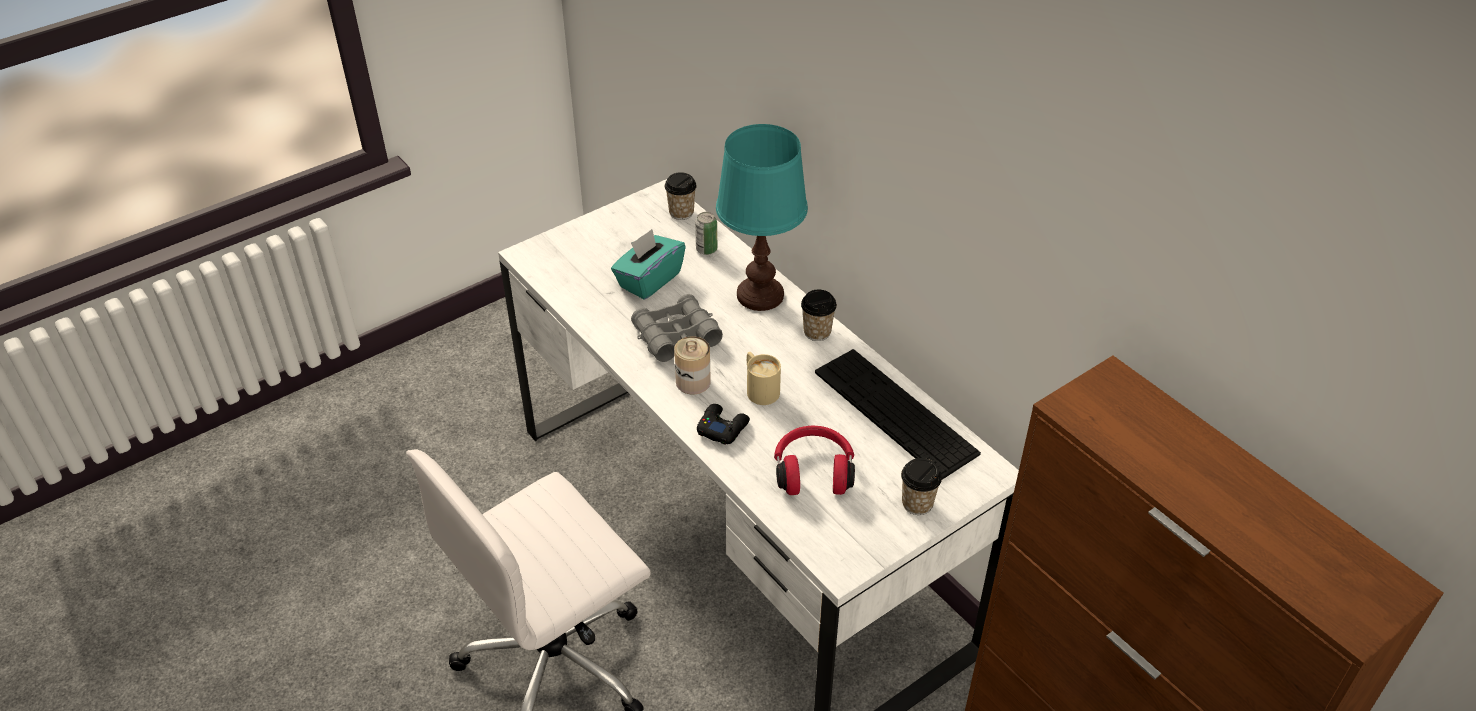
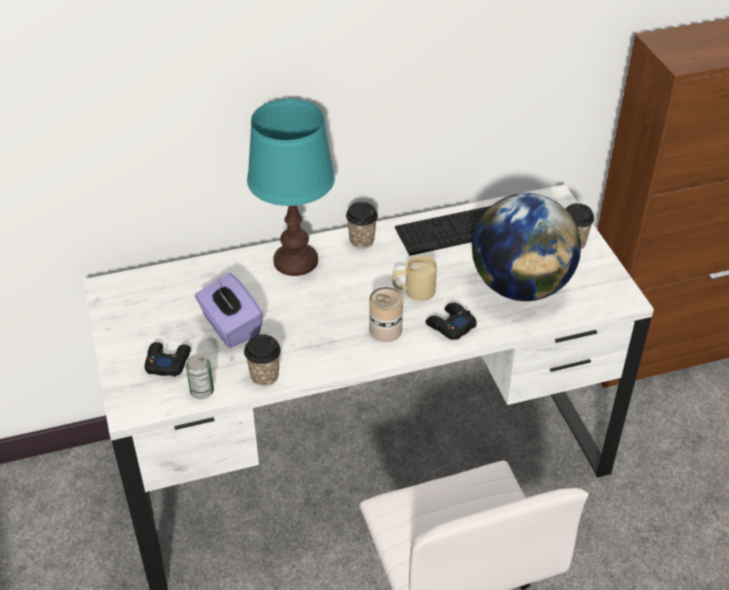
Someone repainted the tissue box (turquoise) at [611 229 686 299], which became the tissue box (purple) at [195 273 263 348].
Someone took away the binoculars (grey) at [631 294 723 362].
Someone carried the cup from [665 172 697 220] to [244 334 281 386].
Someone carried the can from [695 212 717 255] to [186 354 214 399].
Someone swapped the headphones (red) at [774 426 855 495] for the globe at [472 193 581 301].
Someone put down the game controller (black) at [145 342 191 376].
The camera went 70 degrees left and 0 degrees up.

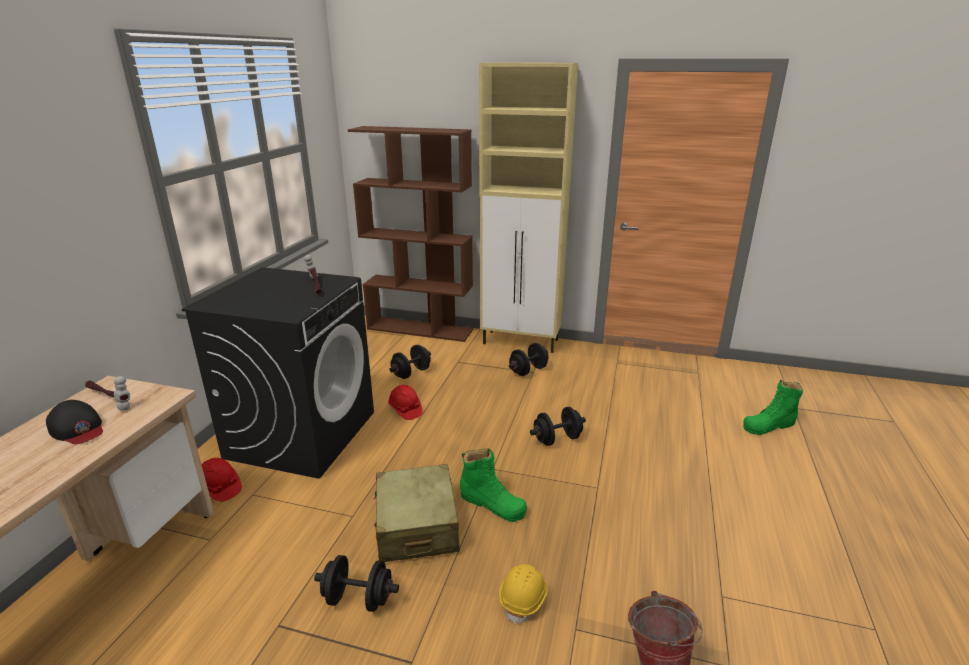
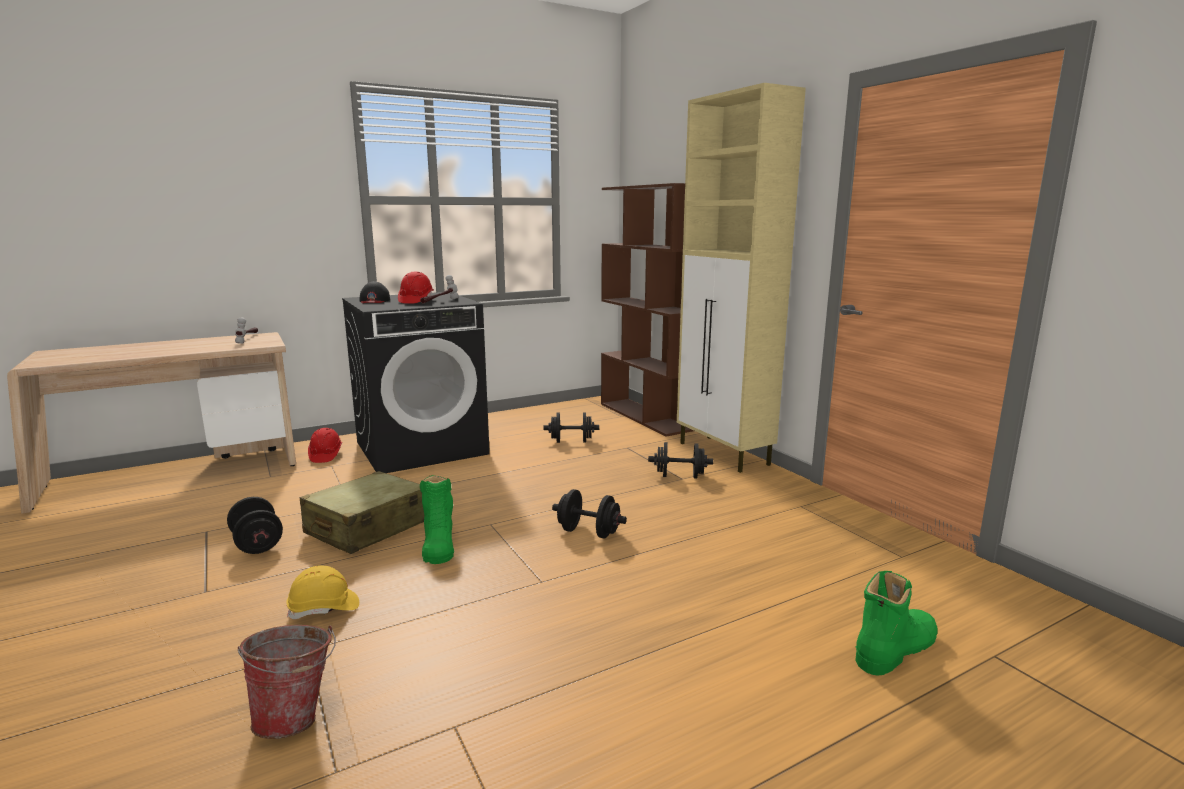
Someone carried the cap (black) from [46 400 103 444] to [359 281 390 303].
Someone carried the hard hat (red) from [388 385 423 420] to [398 271 434 303].
Someone rotated the boot (green) at [743 380 803 435] by 120 degrees clockwise.
The camera went 45 degrees right and 10 degrees down.

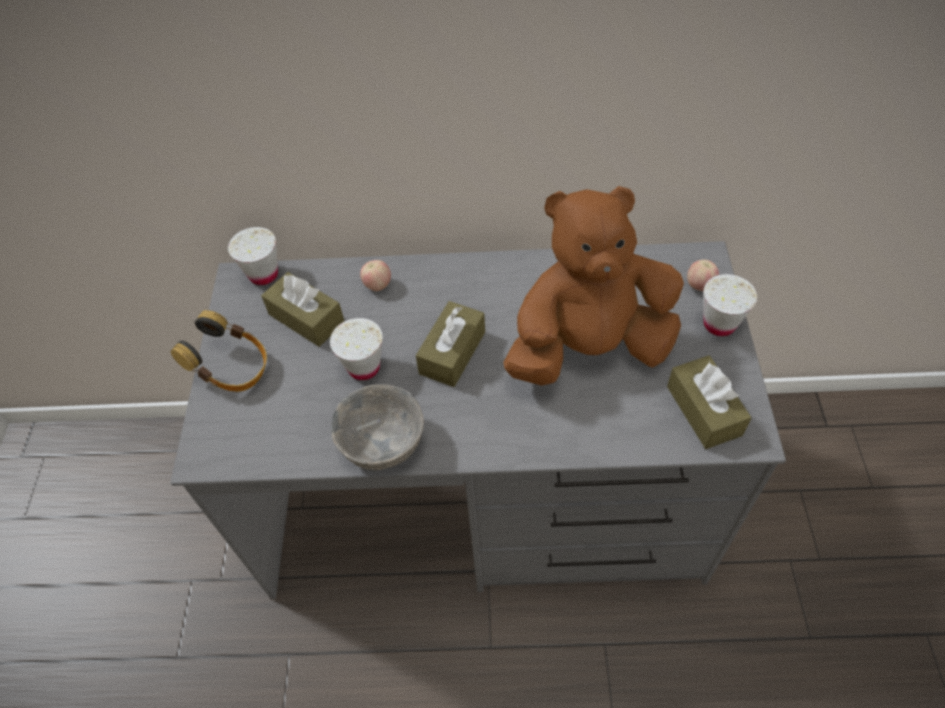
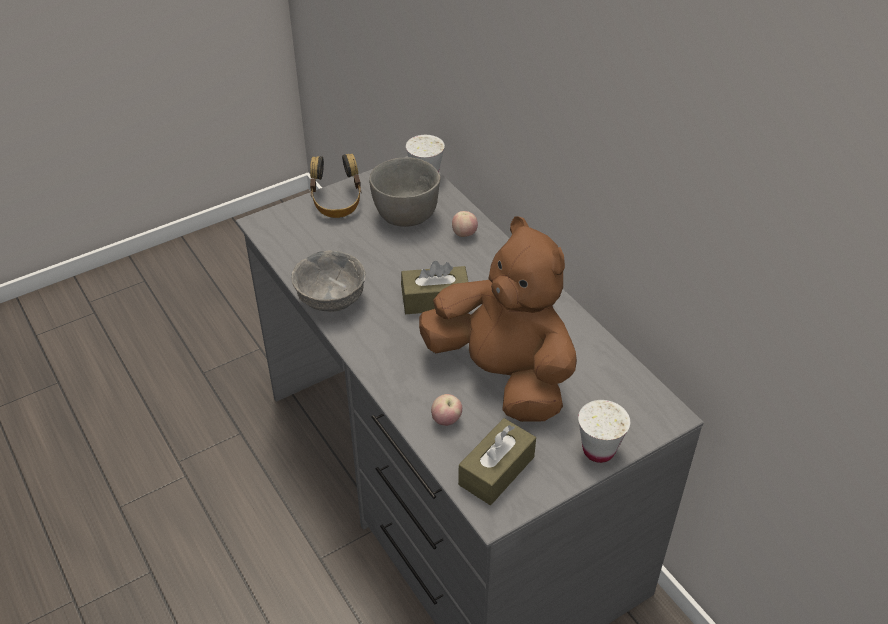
Someone swapped the tissue box (brown) at [261 272 344 347] for the bowl (grey) at [369 157 440 227].
Someone took away the cup (white) at [330 318 383 380].
Someone carried the apple from [687 260 719 291] to [431 394 462 426].
The camera went 55 degrees right and 10 degrees down.

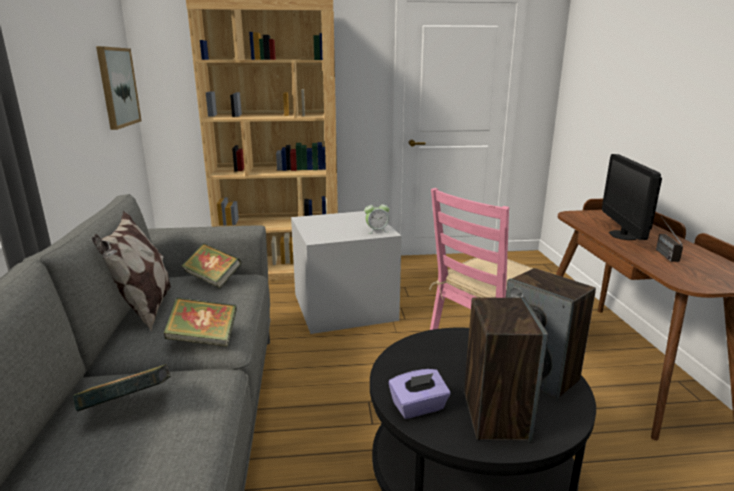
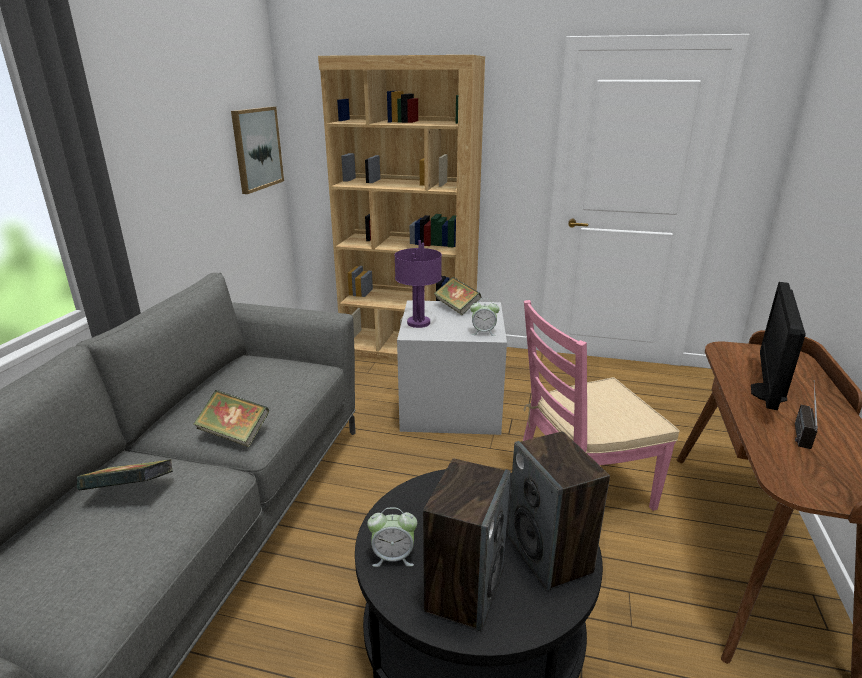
Someone took away the pillow at [92 211 171 332].
Someone carried the book from [181 243 241 288] to [434 277 481 315].
Someone swapped the tissue box (purple) at [389 369 450 419] for the alarm clock at [367 507 417 567].
Someone put down the table lamp (purple) at [394 240 442 328].
The camera went 20 degrees right and 5 degrees up.

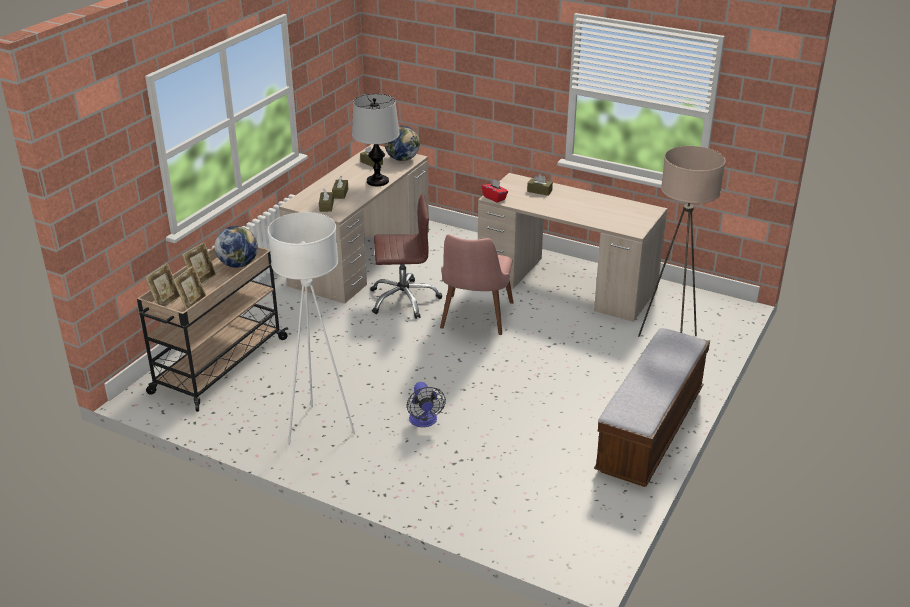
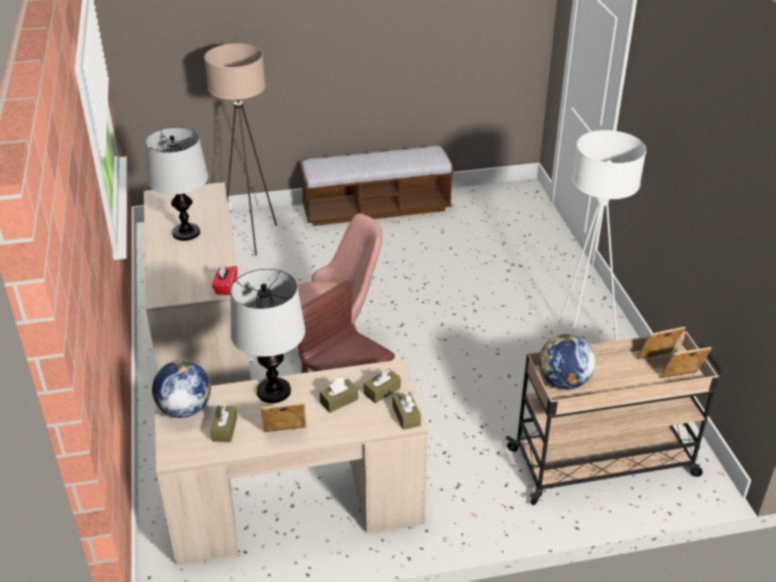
Someone carried the picture frame from [182 242 217 284] to [260 402 306 432].
Someone took away the fan at [407 382 446 427].
Someone carried the tissue box (brown) from [527 174 553 196] to [393 392 421 430].
Someone put down the table lamp at [145 127 208 241].
The camera went 130 degrees left and 5 degrees up.

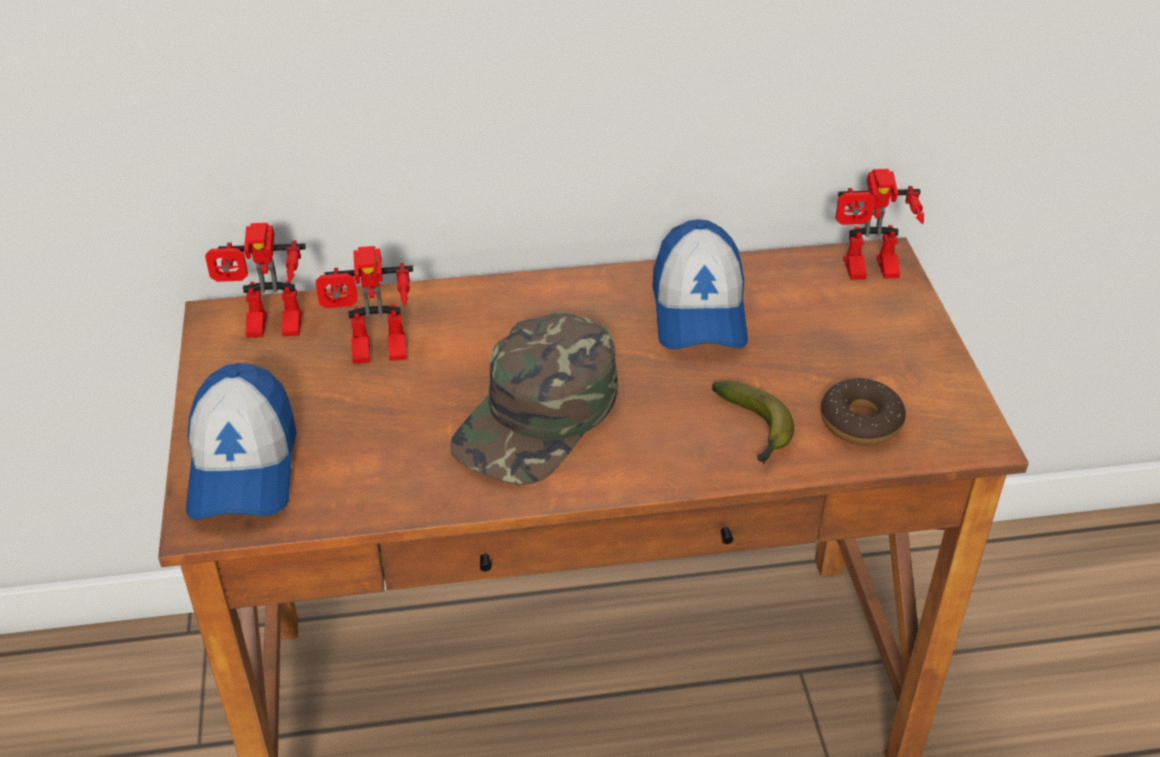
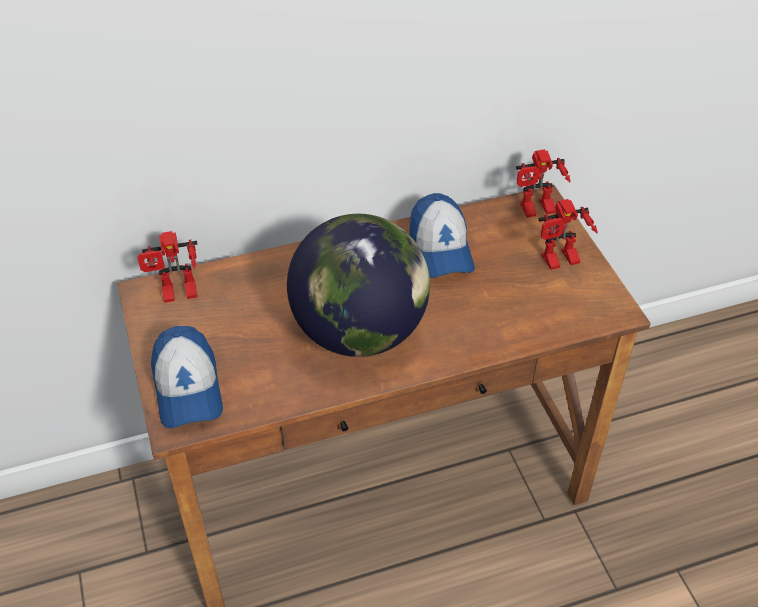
Someone carried the toy robot from [316 246 413 364] to [539 199 598 270].
Someone swapped the cap (green) at [450 312 618 485] for the globe at [287 214 430 357].
Someone took away the banana at [712 381 794 464].
Someone took away the donut at [821 378 906 446].
The camera went 10 degrees left and 5 degrees up.

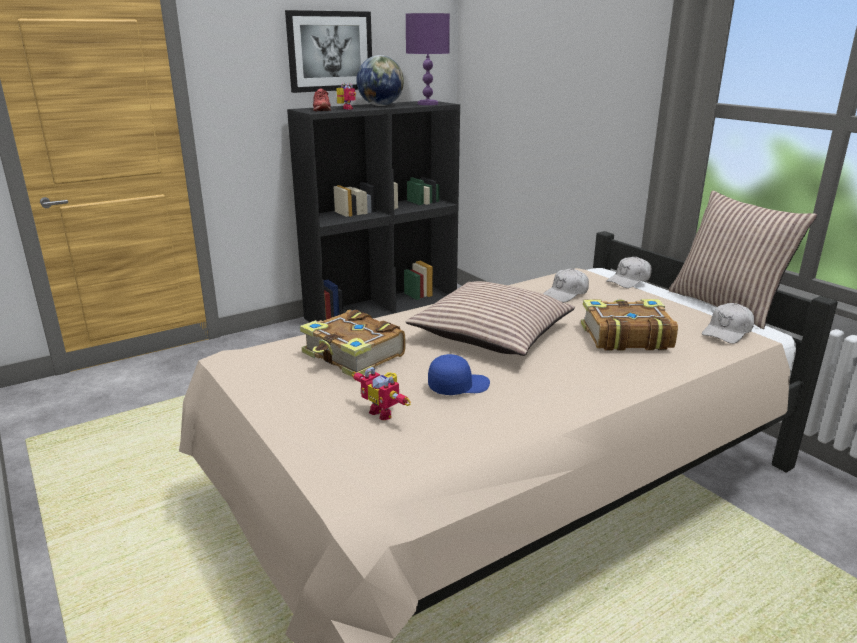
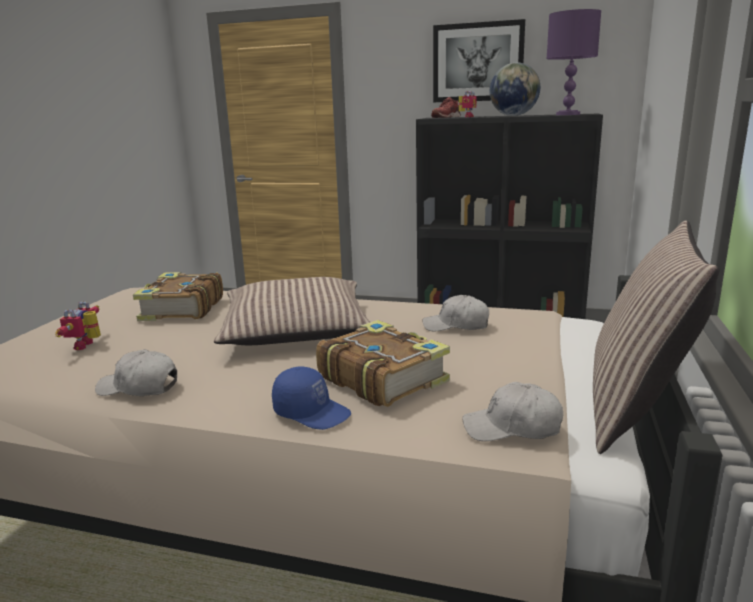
Someone carried the cap (blue) from [428 354 490 395] to [272 367 351 430].
Someone carried the cap (white) from [606 257 652 288] to [95 349 177 396].
The camera went 50 degrees right and 5 degrees down.

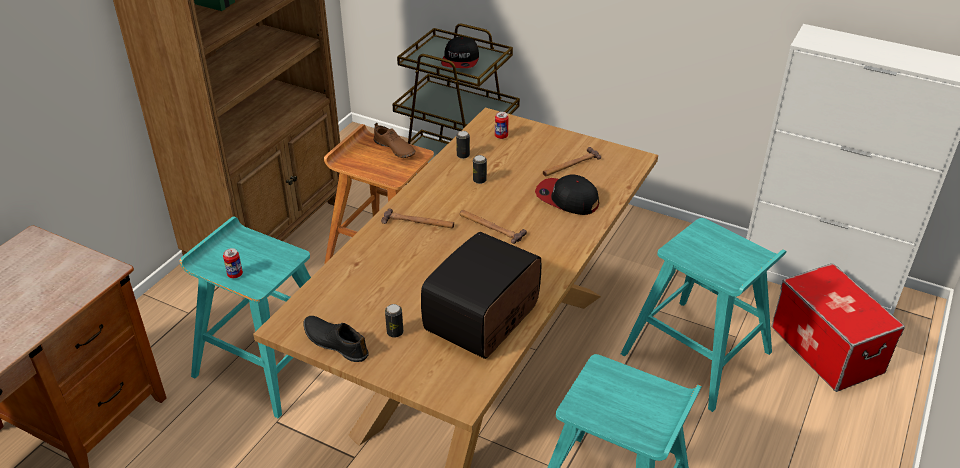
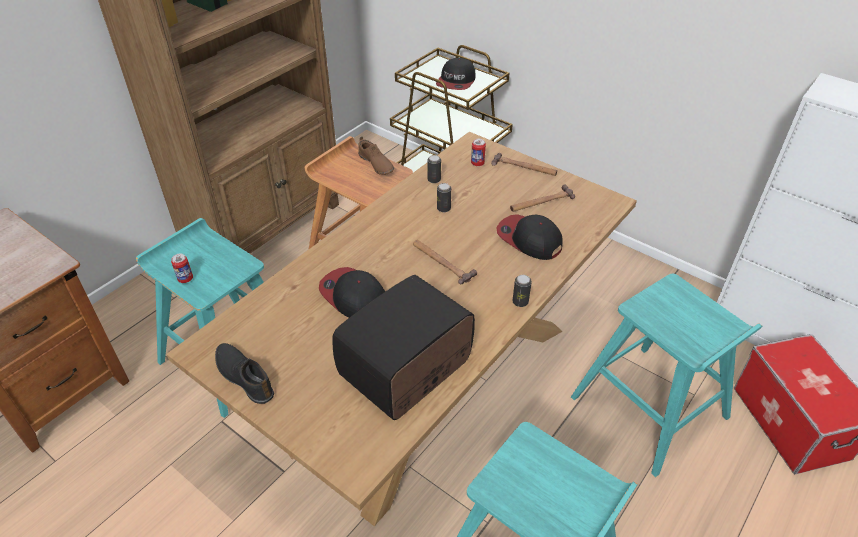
Someone carried the hammer from [381 208 454 229] to [491 153 557 176].
Someone carried the can from [385 304 403 338] to [512 275 532 307].
Someone put down the cap at [319 267 385 318].
The camera went 10 degrees right and 5 degrees up.

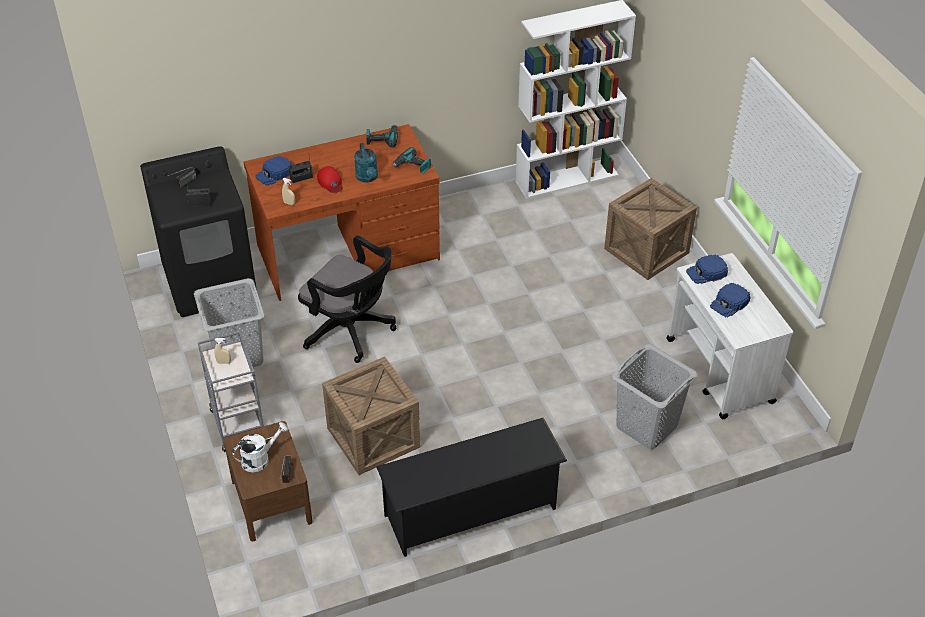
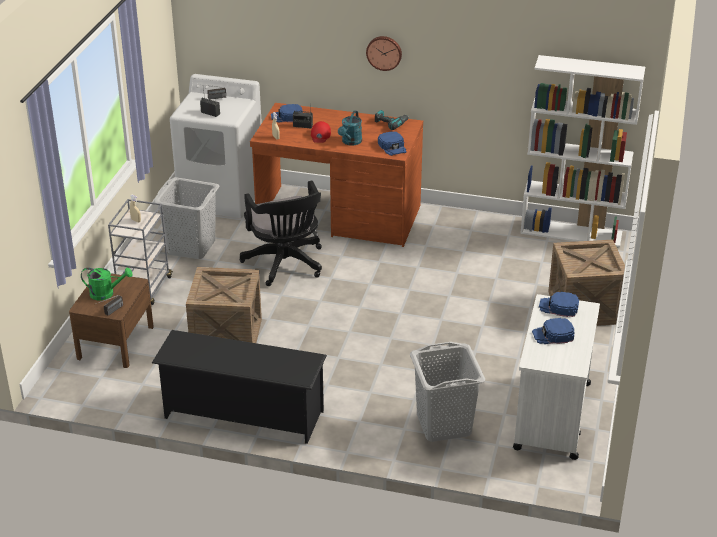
Someone repainted the washing machine (black) at [140 146 257 317], which became the washing machine (white) at [170 74 262 218].
Someone repainted the watering can (white) at [232 422 288 472], which became the watering can (green) at [81 268 132 300].
Someone swapped the power drill at [392 147 431 174] for the cap (blue) at [378 132 407 156].
Someone put up the wall clock at [366 36 402 71].
The camera went 35 degrees right and 10 degrees down.

